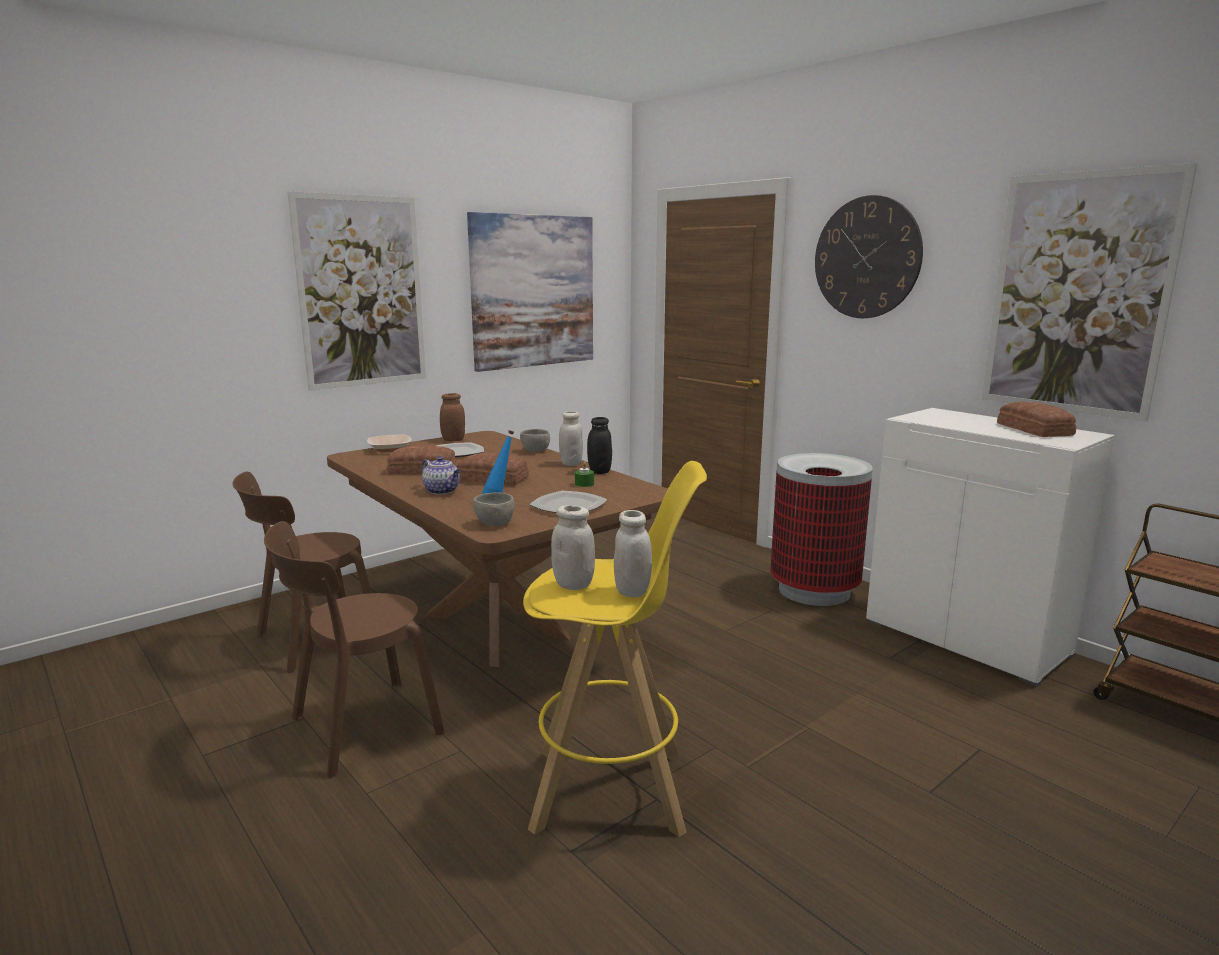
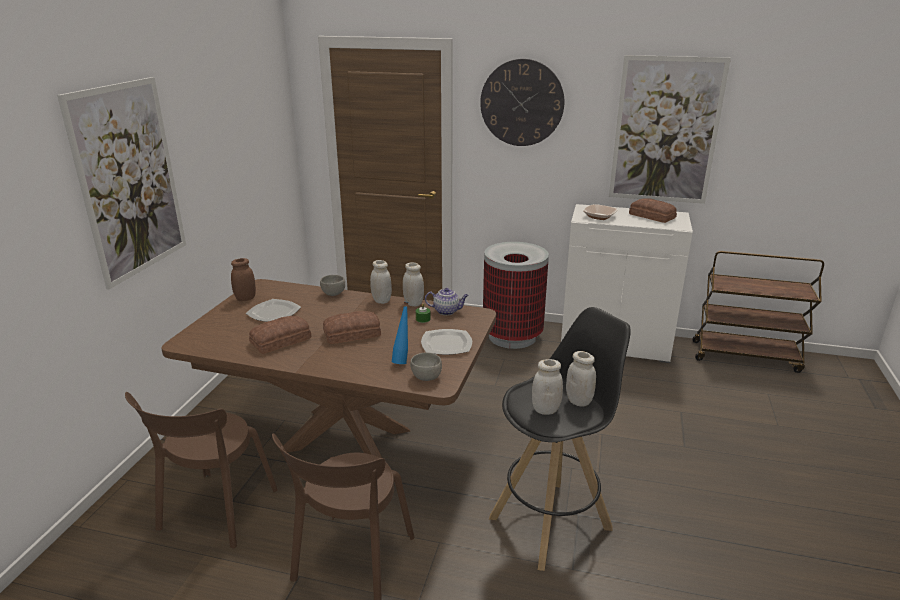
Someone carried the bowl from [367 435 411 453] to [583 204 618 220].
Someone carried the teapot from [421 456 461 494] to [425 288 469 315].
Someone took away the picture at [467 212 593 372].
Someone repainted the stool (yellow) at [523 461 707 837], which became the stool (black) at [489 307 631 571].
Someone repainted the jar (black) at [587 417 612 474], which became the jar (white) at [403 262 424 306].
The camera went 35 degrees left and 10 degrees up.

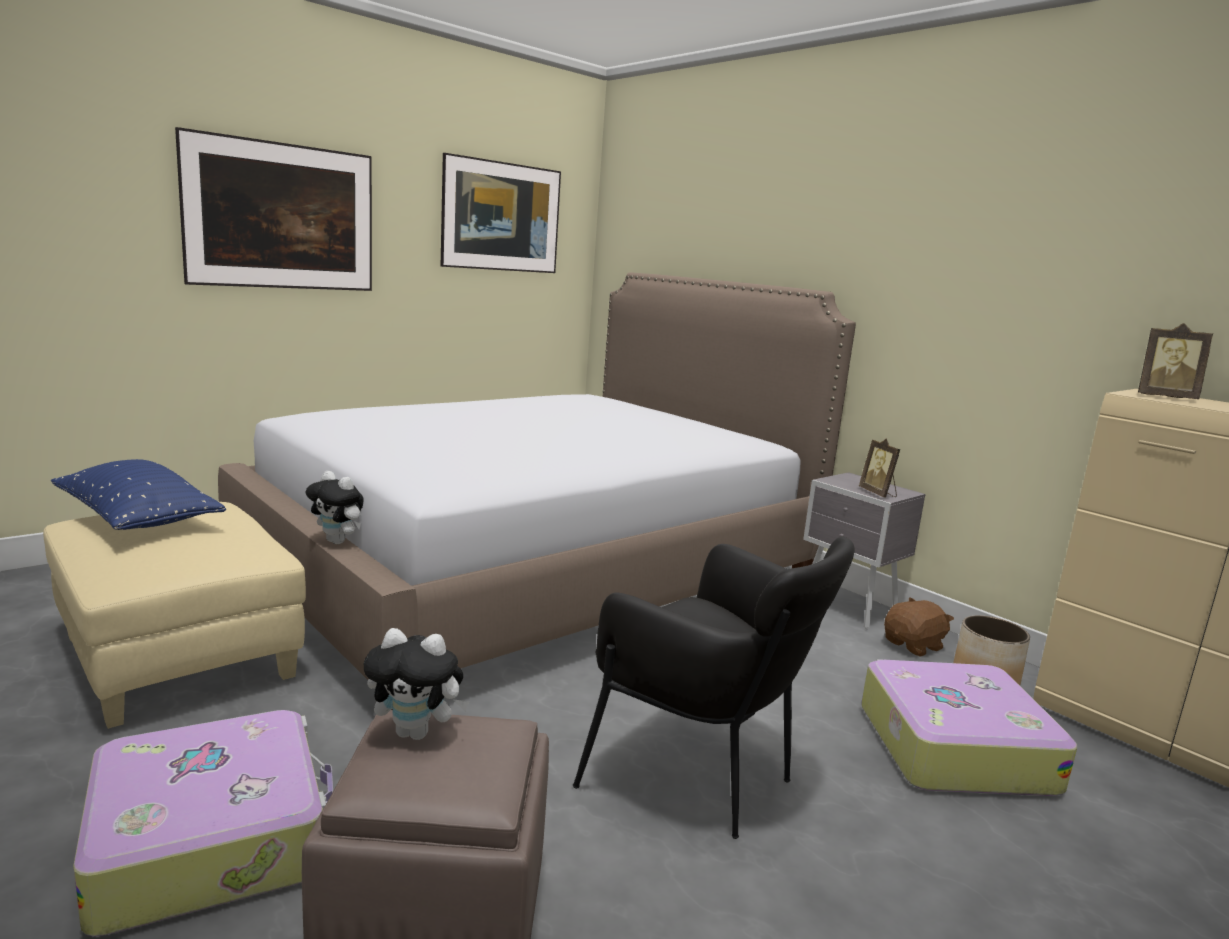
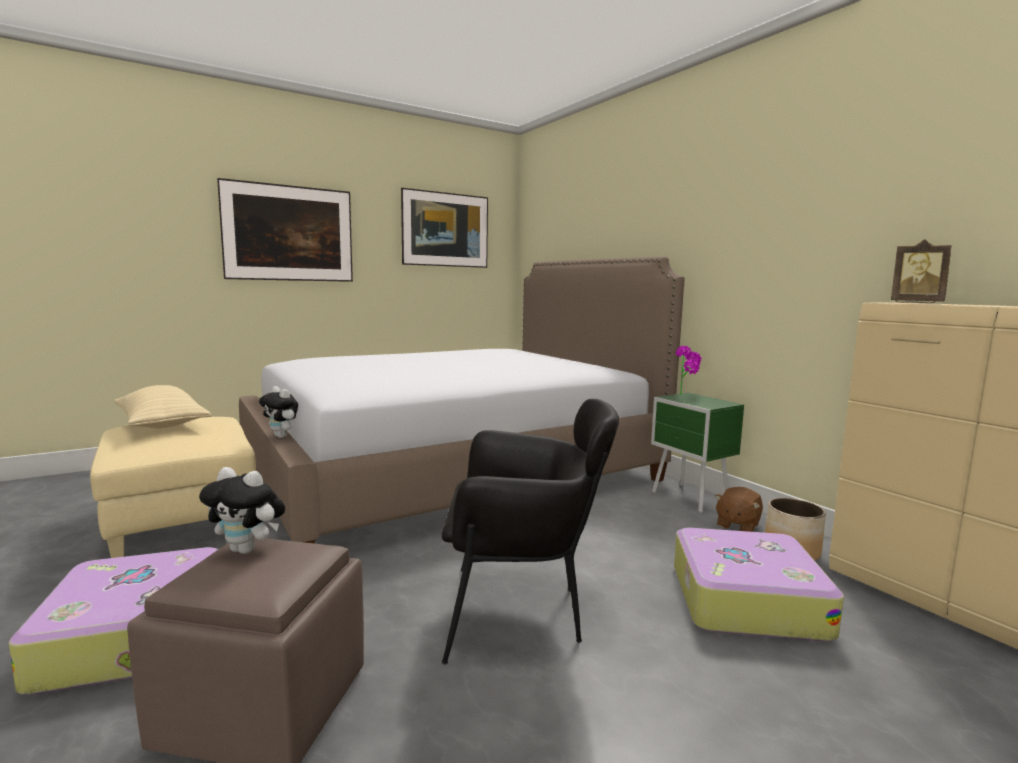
Someone repainted the pillow (blue) at [51 459 226 530], which became the pillow (beige) at [114 385 211 429].
Someone rotated the armchair (black) at [573 537 855 839] by 45 degrees counterclockwise.
Someone repainted the nightstand (grey) at [803 472 925 629], which became the nightstand (green) at [651 393 744 513].
Someone took away the picture frame at [859 439 900 497].
Someone rotated the plush toy (brown) at [884 597 954 657] by 150 degrees clockwise.
Someone put down the potted plant at [676 346 701 395].
The camera went 10 degrees right and 5 degrees down.

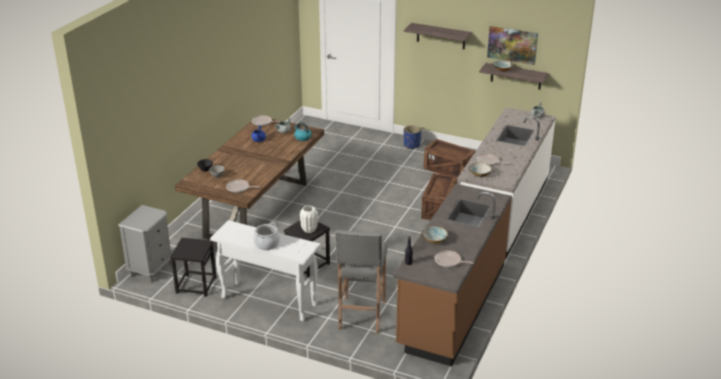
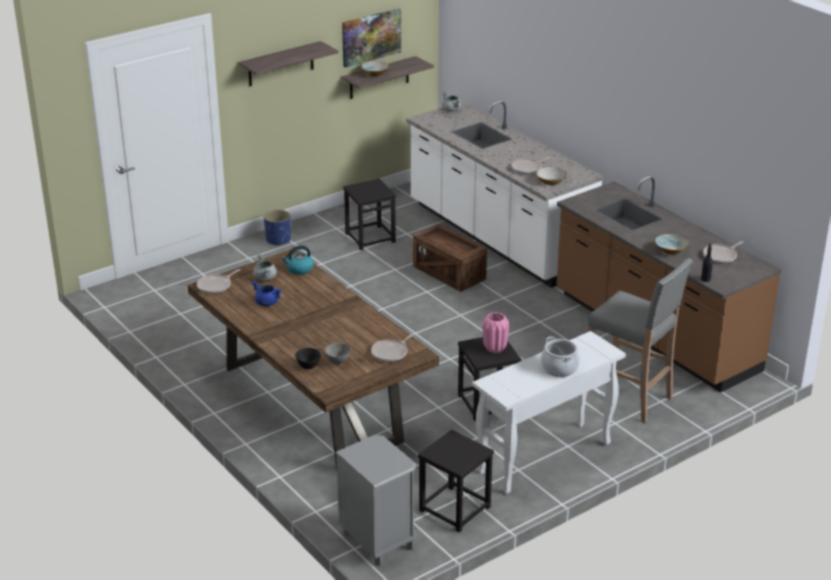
Someone repainted the vase (white) at [300 205 318 233], which became the vase (pink) at [483 312 509 353].
Someone swapped the crate at [424 139 476 176] for the stool (black) at [343 179 396 250].
The camera went 60 degrees left and 0 degrees up.

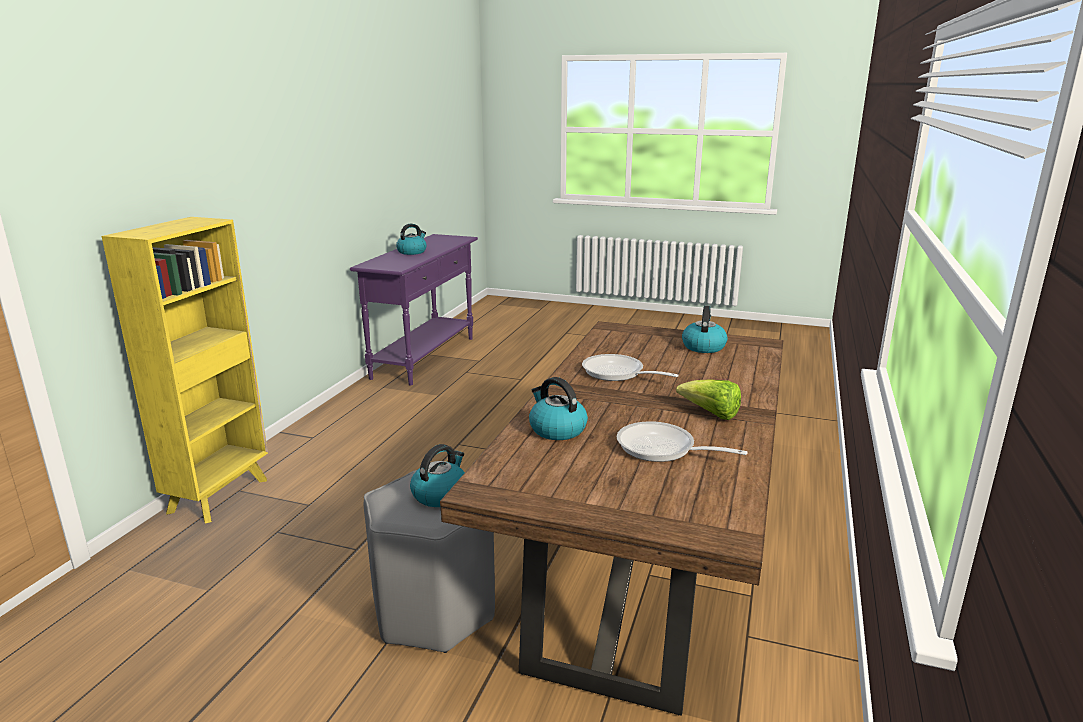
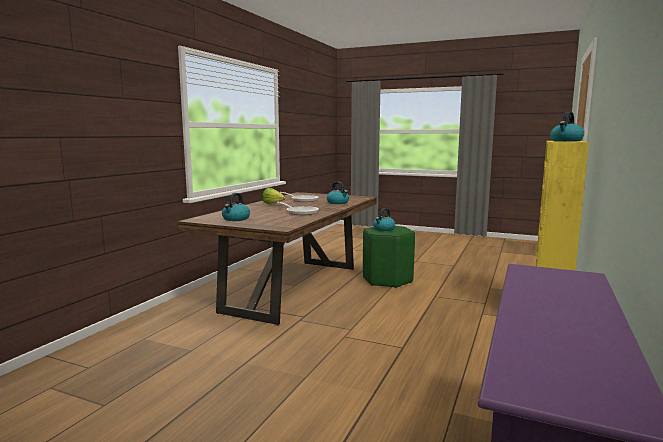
Someone repainted the stool (grey) at [364 470 495 653], which became the stool (green) at [363 226 415 288].
Someone carried the kettle from [396 224 427 255] to [550 112 584 141].
The camera went 175 degrees left and 10 degrees down.

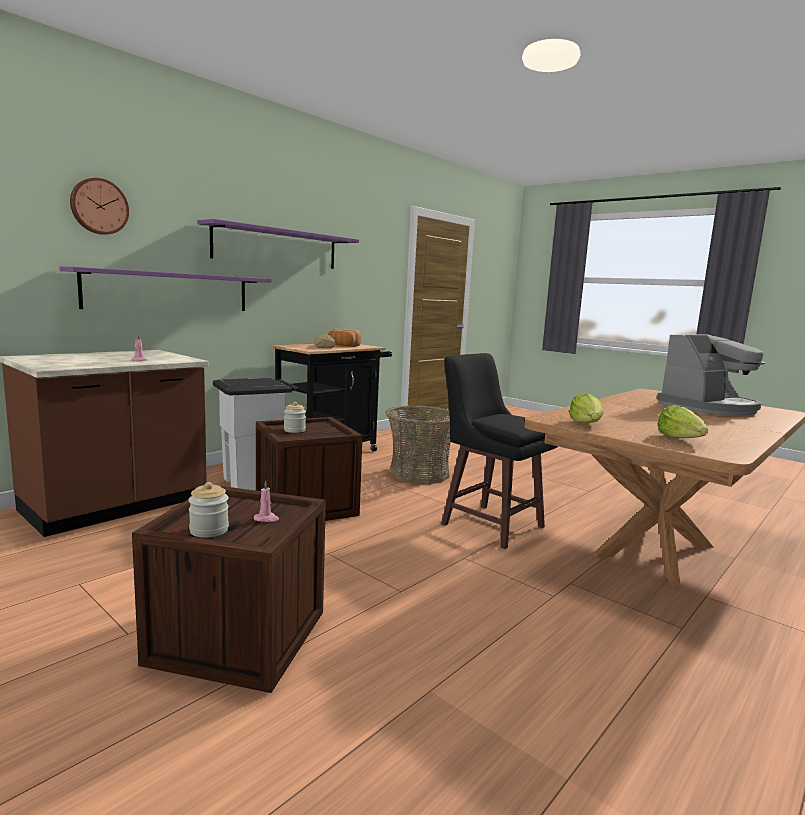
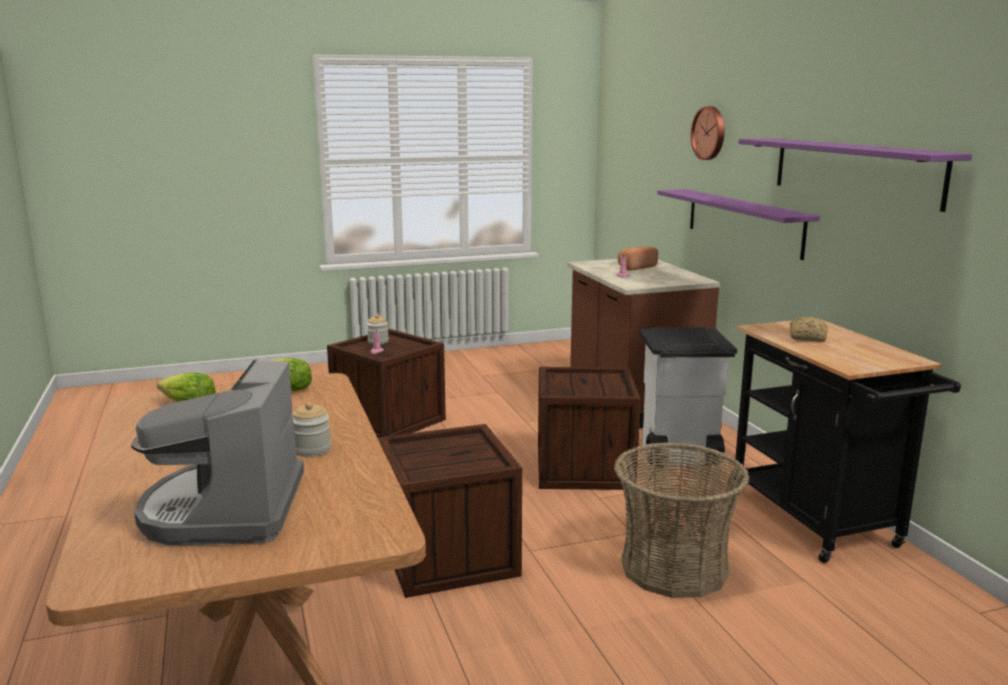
Someone carried the jar from [284 402 306 433] to [293 402 331 457].
Someone carried the bread from [328 329 362 347] to [618 247 658 270].
Someone swapped the stool (black) at [441 353 558 549] for the crate at [378 424 522 598].
The camera went 120 degrees right and 5 degrees up.

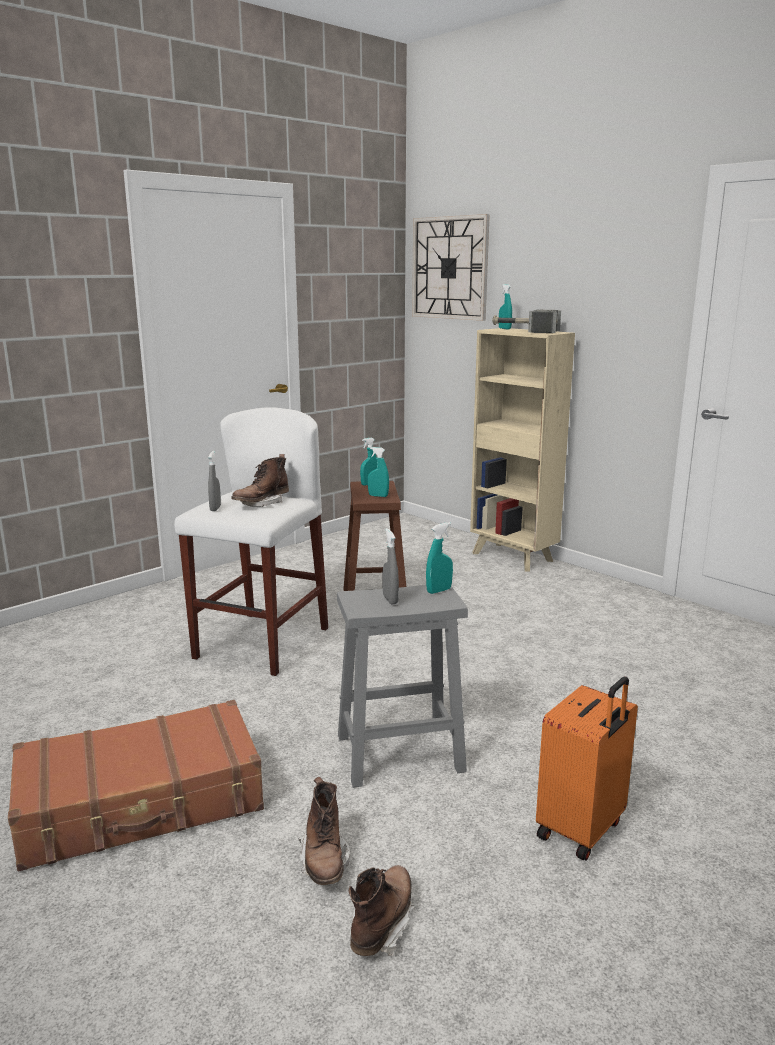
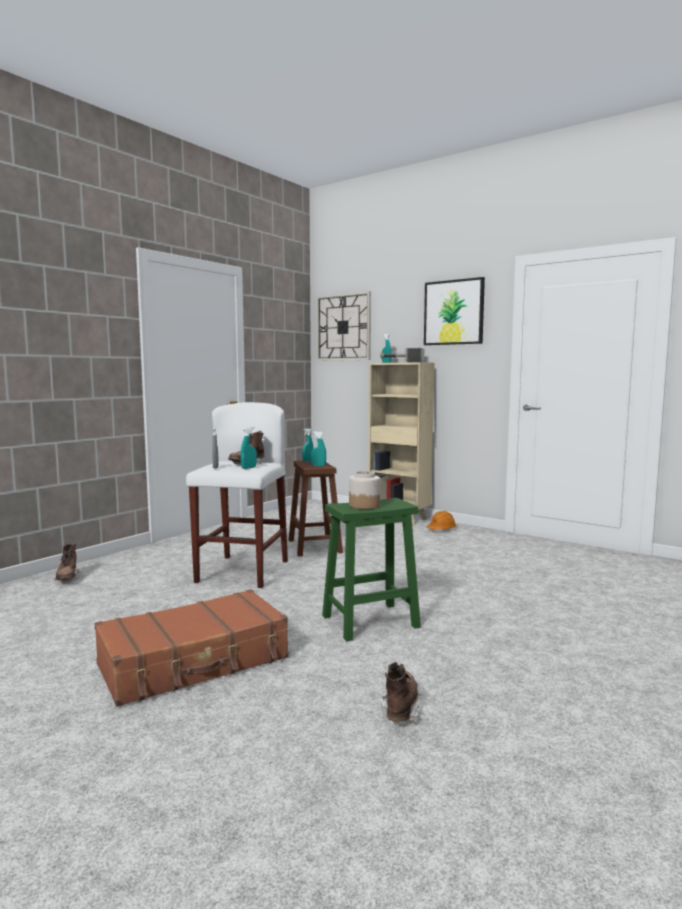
Someone carried the boot (brown) from [299 777 350 885] to [53 542 81 582].
Someone repainted the stool (grey) at [337 585 468 788], which became the stool (green) at [322 498 421 641].
Someone swapped the spray bottle (grey) at [383 528 399 605] for the jar at [349 471 380 509].
Someone carried the spray bottle (turquoise) from [426 522 453 594] to [241 427 257 469].
Someone took away the suitcase (orange) at [536 677 638 861].
Someone put up the picture at [424 277 485 345].
Someone put down the hard hat (orange) at [427 511 456 530].
The camera went 10 degrees left and 10 degrees down.

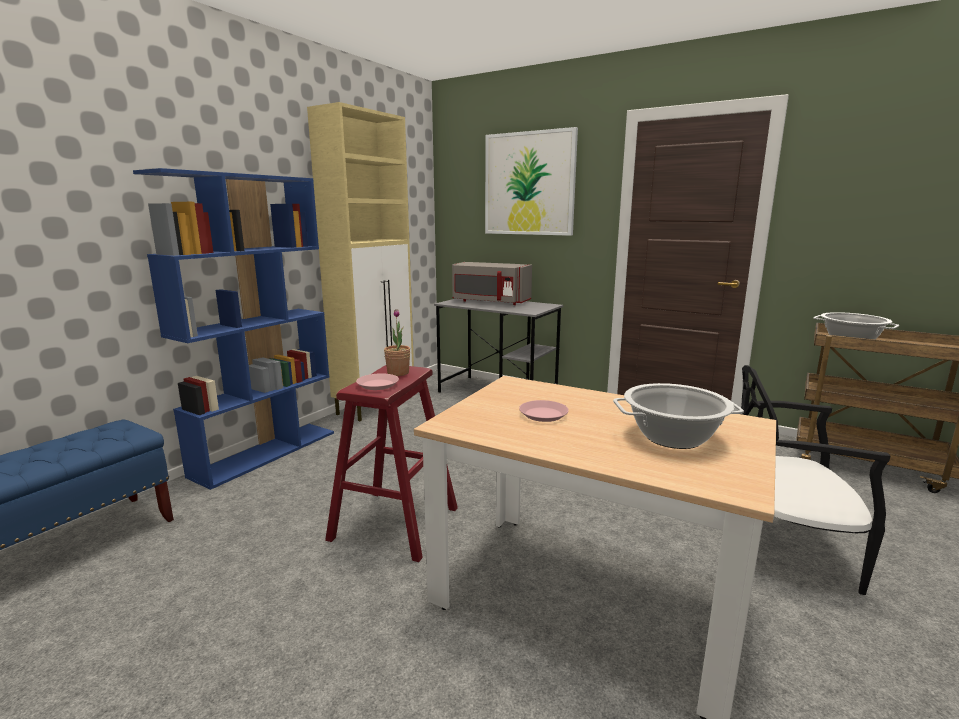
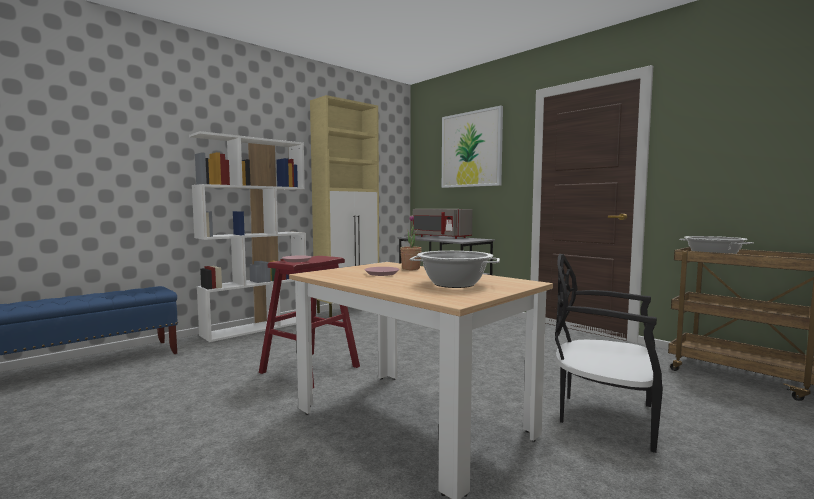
Someone repainted the bookcase (blue) at [133 168 334 490], which became the bookcase (white) at [189 131 306 342].
Someone carried the potted plant from [384 309 410 376] to [400 215 422 270].
The camera went 15 degrees right and 10 degrees down.

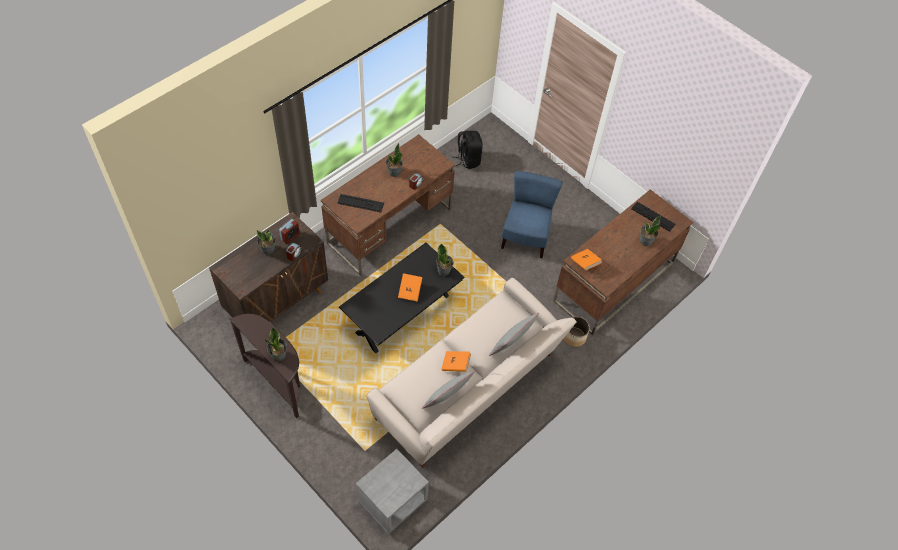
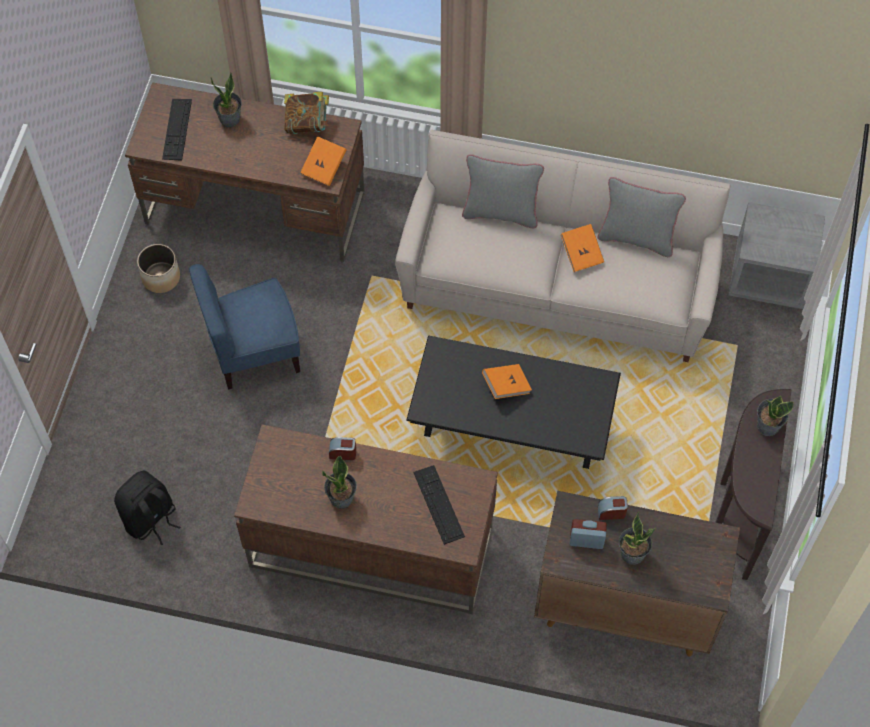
Someone took away the potted plant at [436 244 454 276].
Someone carried the planter from [564 316 590 347] to [137 244 180 293].
Someone put down the book at [284 92 329 134].
The camera went 120 degrees left and 5 degrees up.

